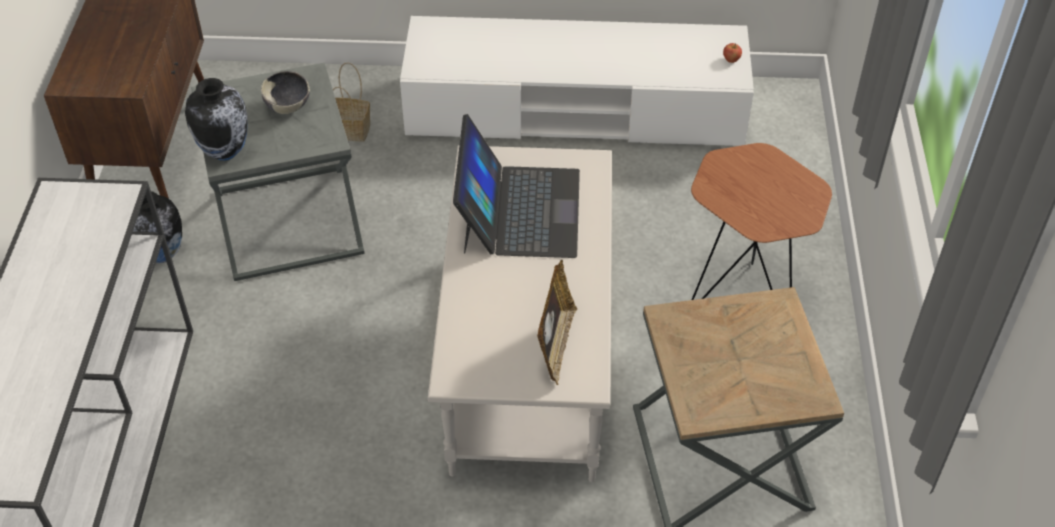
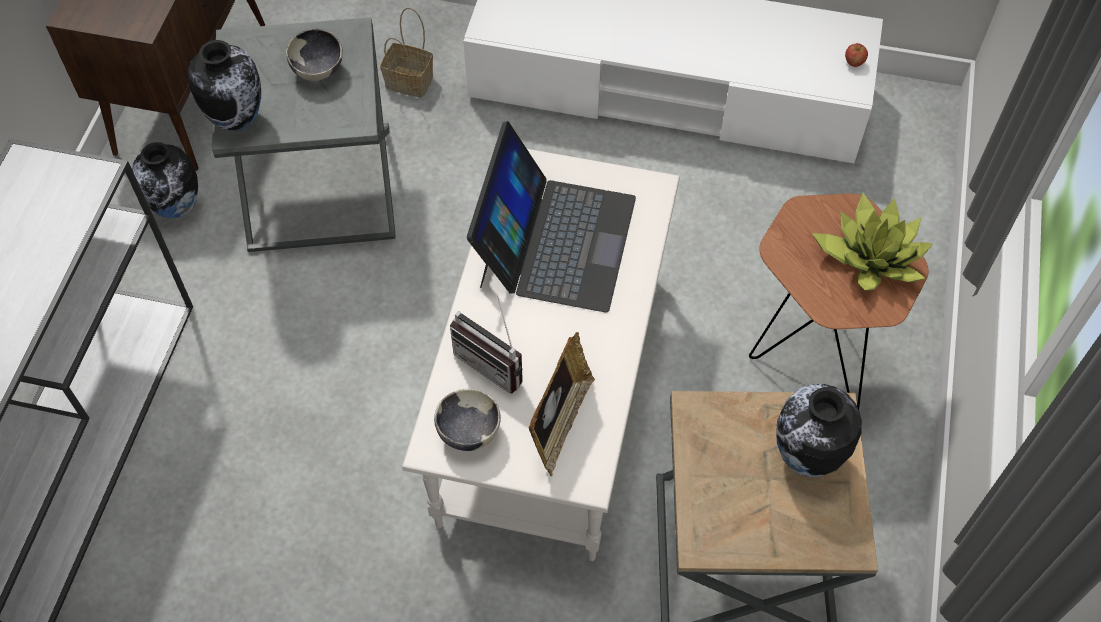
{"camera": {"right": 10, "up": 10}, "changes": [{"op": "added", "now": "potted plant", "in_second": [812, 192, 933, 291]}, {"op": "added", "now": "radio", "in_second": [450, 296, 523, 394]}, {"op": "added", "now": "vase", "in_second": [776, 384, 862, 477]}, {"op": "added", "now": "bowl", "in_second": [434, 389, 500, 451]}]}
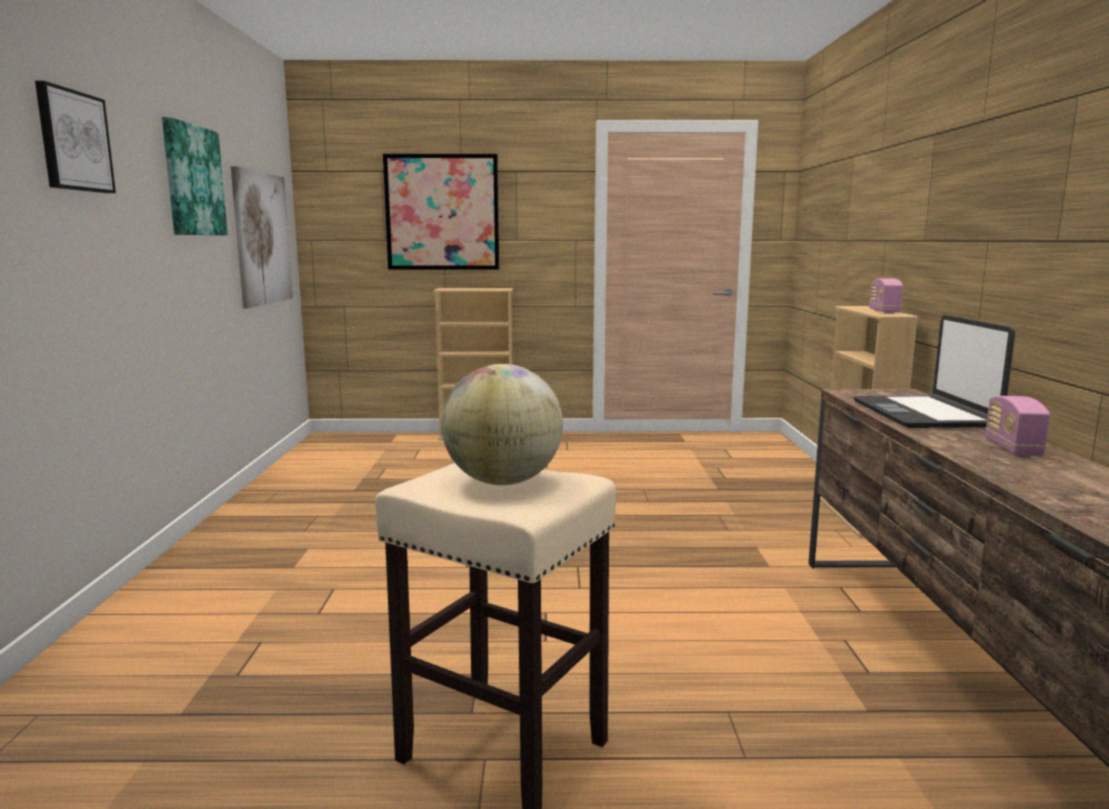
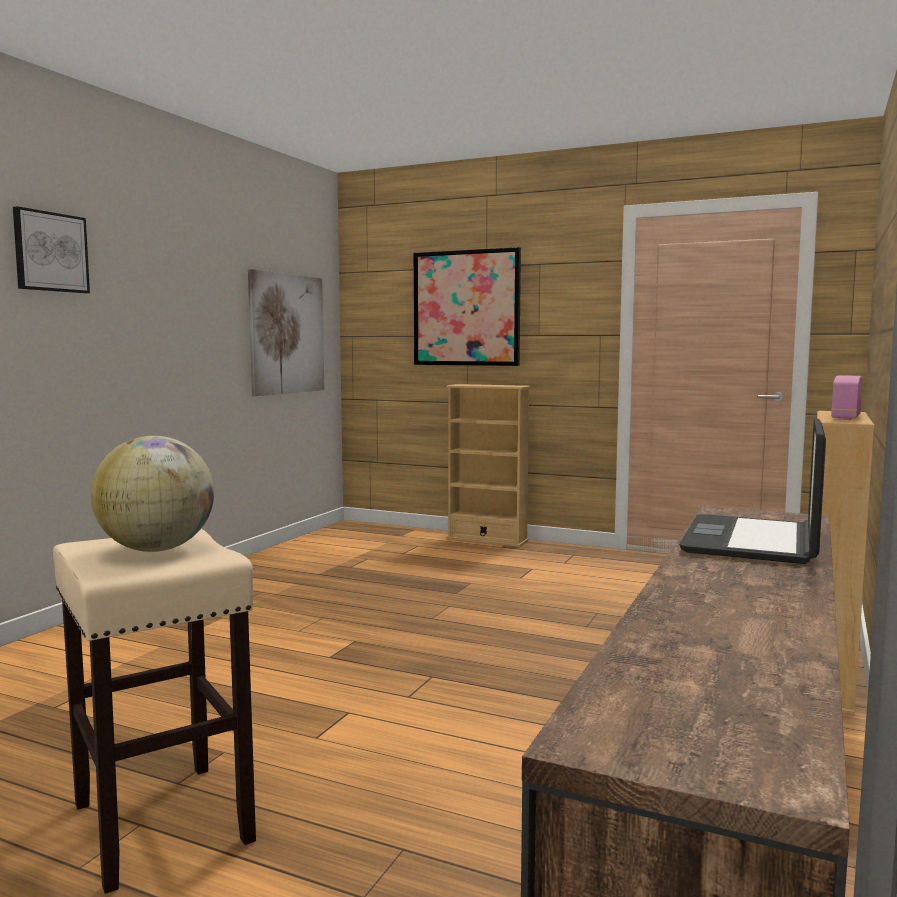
{"camera": {"right": 25, "up": -5}, "changes": [{"op": "removed", "was": "picture", "in_first": [162, 117, 228, 235]}, {"op": "removed", "was": "radio", "in_first": [985, 396, 1050, 457]}]}
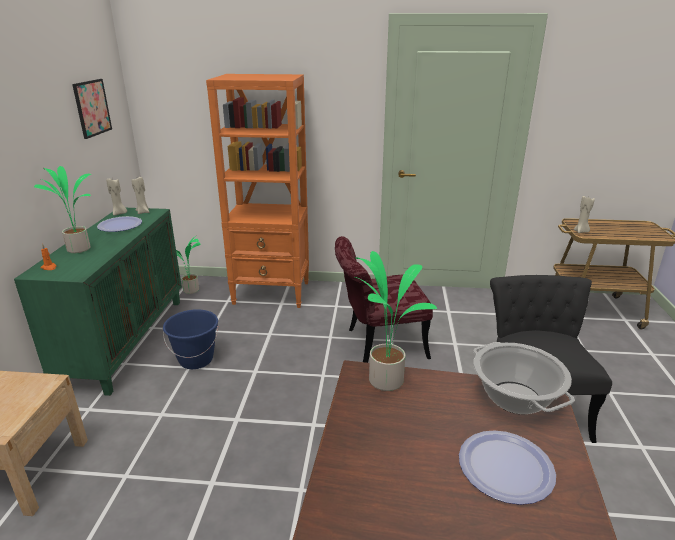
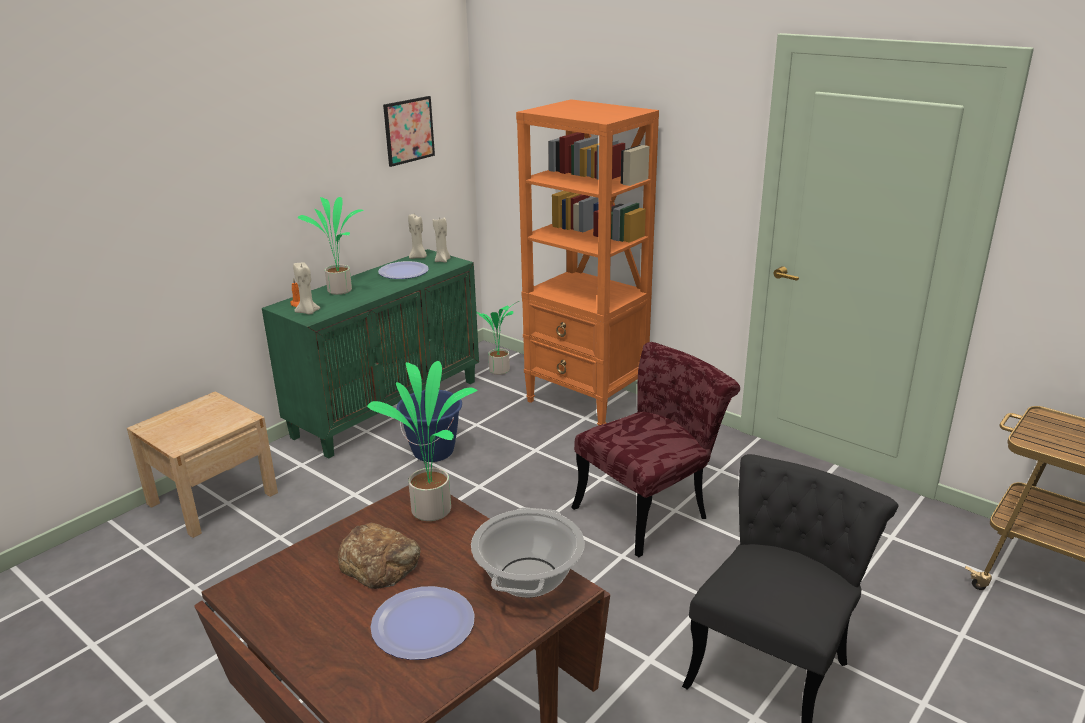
{"camera": {"right": 35, "up": 0}, "changes": [{"op": "moved", "was": "candle/beige", "in_first": [574, 196, 595, 233], "in_second": [293, 262, 320, 314]}, {"op": "turned", "was": "chair/red", "in_first": [335, 236, 433, 363], "in_second": [571, 342, 740, 557], "clockwise": 120}, {"op": "added", "now": "bread", "in_second": [338, 523, 421, 589]}]}
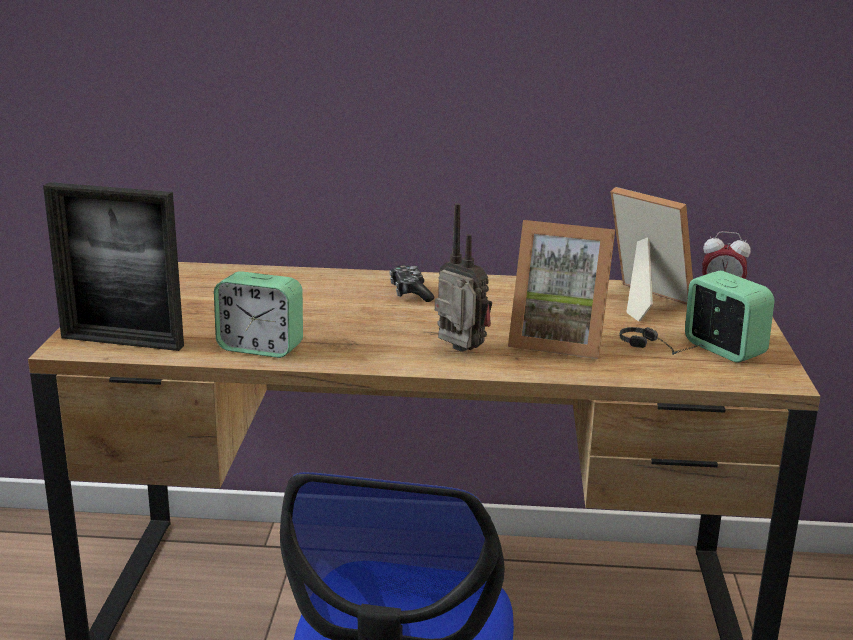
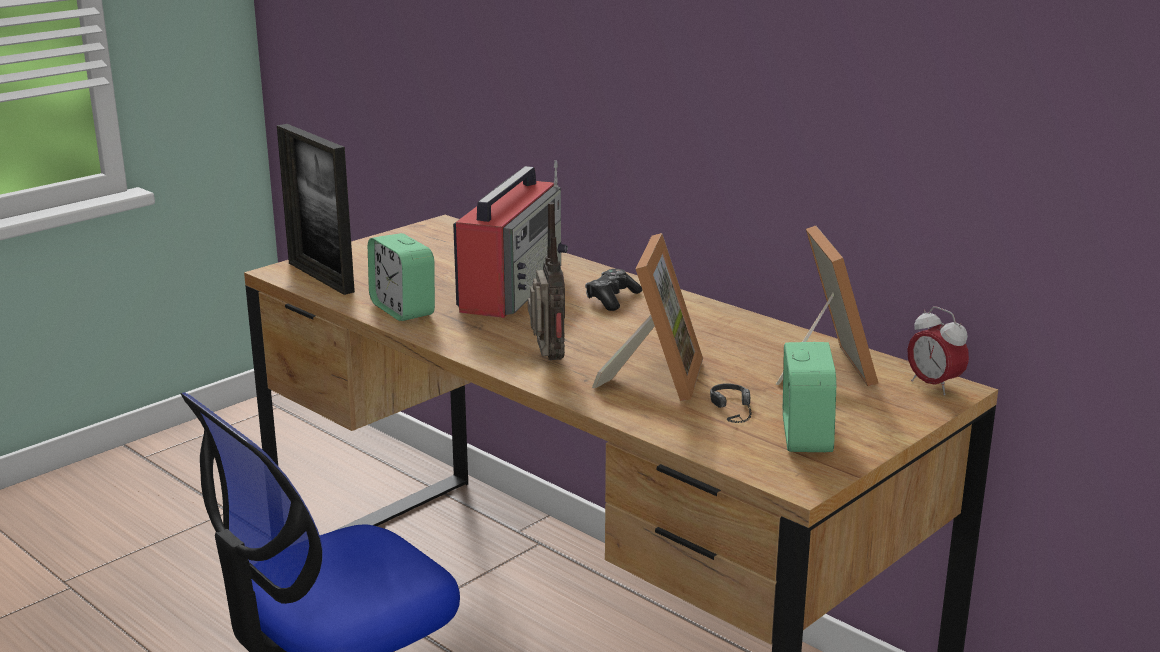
{"camera": {"right": 40, "up": 0}, "changes": [{"op": "turned", "was": "picture frame", "in_first": [508, 220, 615, 359], "in_second": [592, 233, 703, 402], "clockwise": -135}, {"op": "added", "now": "radio", "in_second": [453, 160, 568, 318]}]}
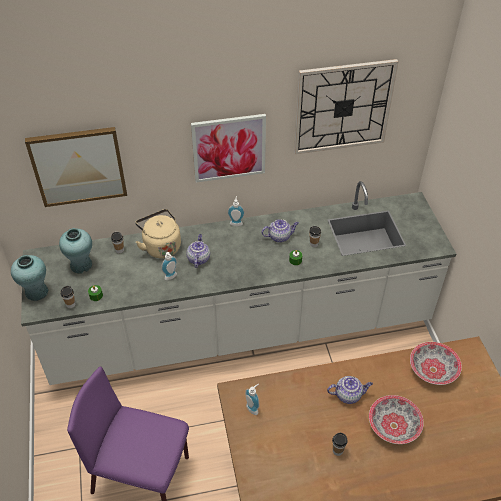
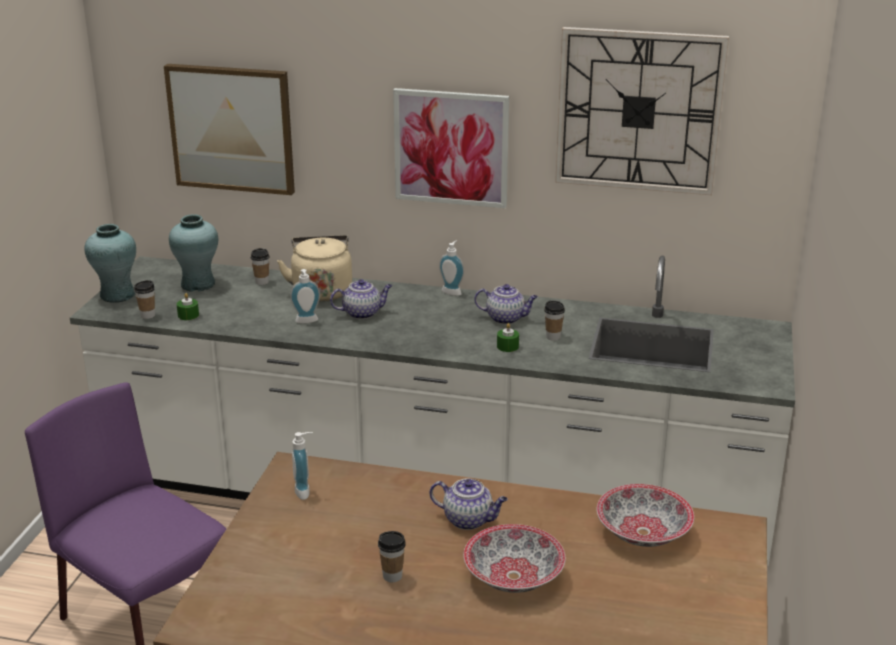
{"camera": {"right": 25, "up": -20}, "changes": [{"op": "turned", "was": "teapot", "in_first": [186, 234, 210, 268], "in_second": [330, 279, 392, 319], "clockwise": 45}]}
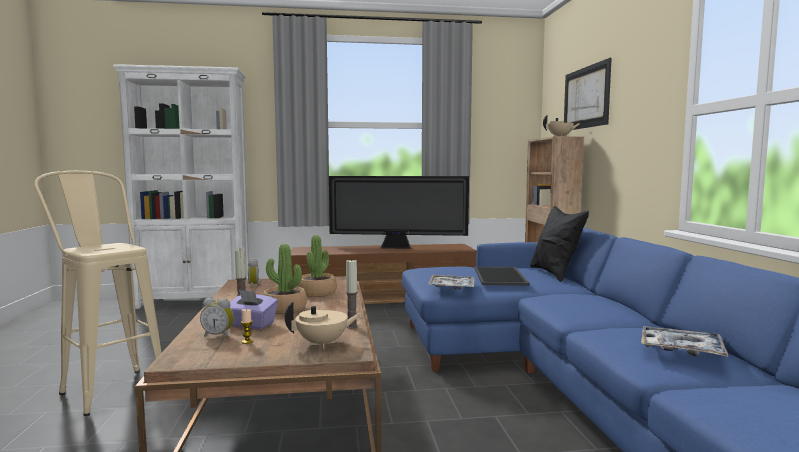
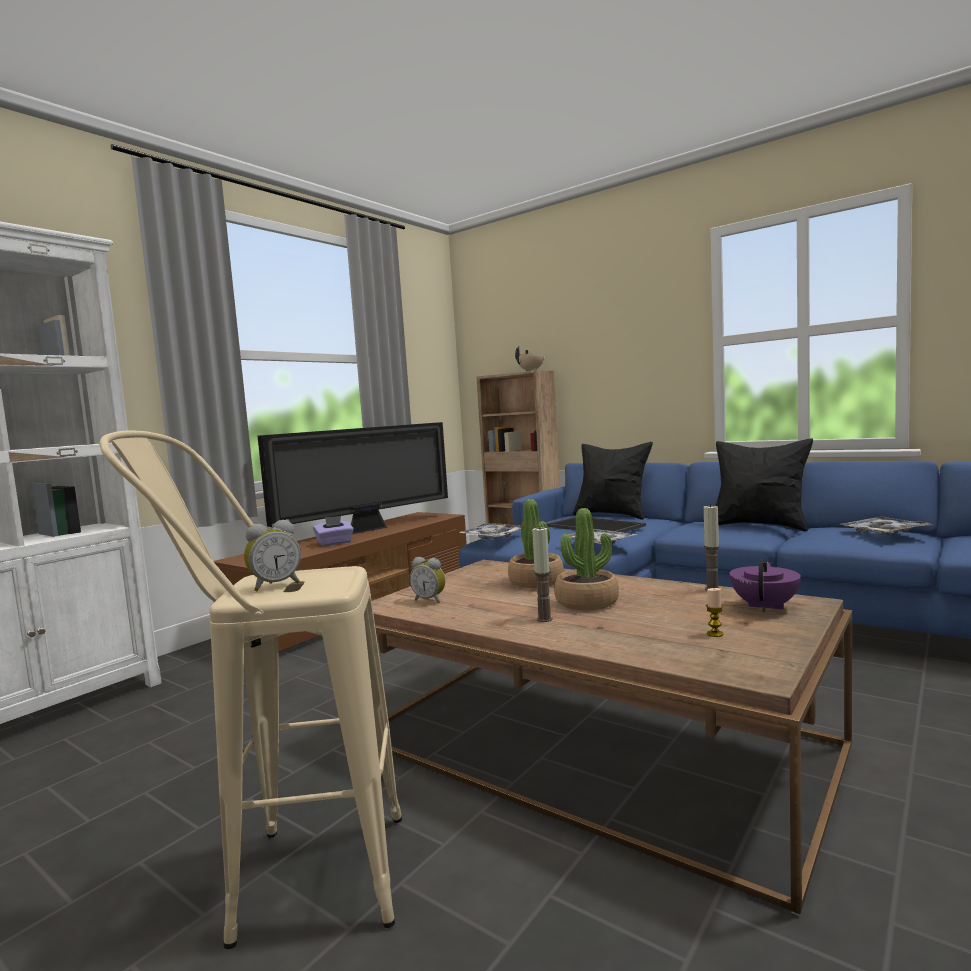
{"camera": {"right": -45, "up": 0}, "changes": [{"op": "removed", "was": "picture", "in_first": [564, 58, 612, 130]}, {"op": "moved", "was": "tissue box/purple", "in_first": [230, 290, 278, 329], "in_second": [313, 516, 354, 546]}, {"op": "moved", "was": "alarm clock", "in_first": [200, 298, 234, 338], "in_second": [244, 519, 301, 591]}, {"op": "recoloured", "was": "teapot/beige", "now": "teapot/purple", "in_first": [285, 302, 361, 349], "in_second": [730, 559, 801, 612]}, {"op": "added", "now": "pillow/black", "in_second": [716, 438, 813, 531]}, {"op": "added", "now": "tray", "in_second": [460, 523, 521, 539]}]}
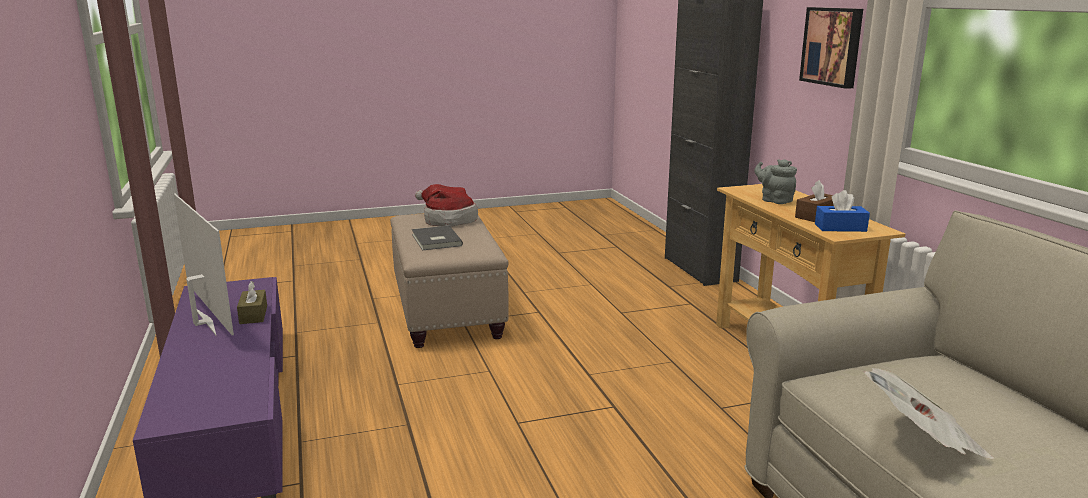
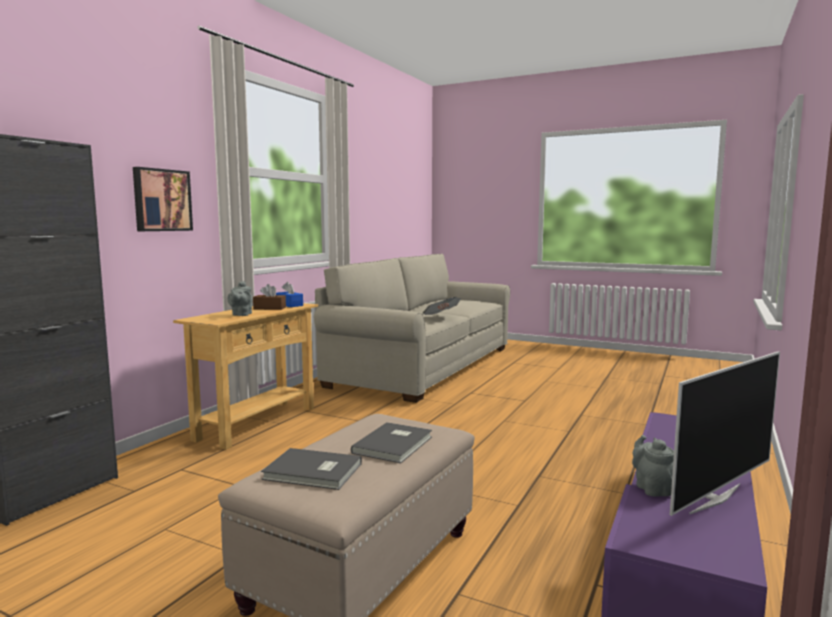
{"camera": {"right": -135, "up": -10}, "changes": [{"op": "replaced", "was": "hat", "now": "book/grey", "in_first": [415, 184, 478, 227], "in_second": [261, 448, 362, 490]}, {"op": "turned", "was": "television", "in_first": [174, 193, 234, 337], "in_second": [670, 351, 780, 516], "clockwise": -135}, {"op": "replaced", "was": "tissue box/brown", "now": "teapot/grey", "in_first": [237, 281, 267, 324], "in_second": [632, 435, 674, 497]}]}
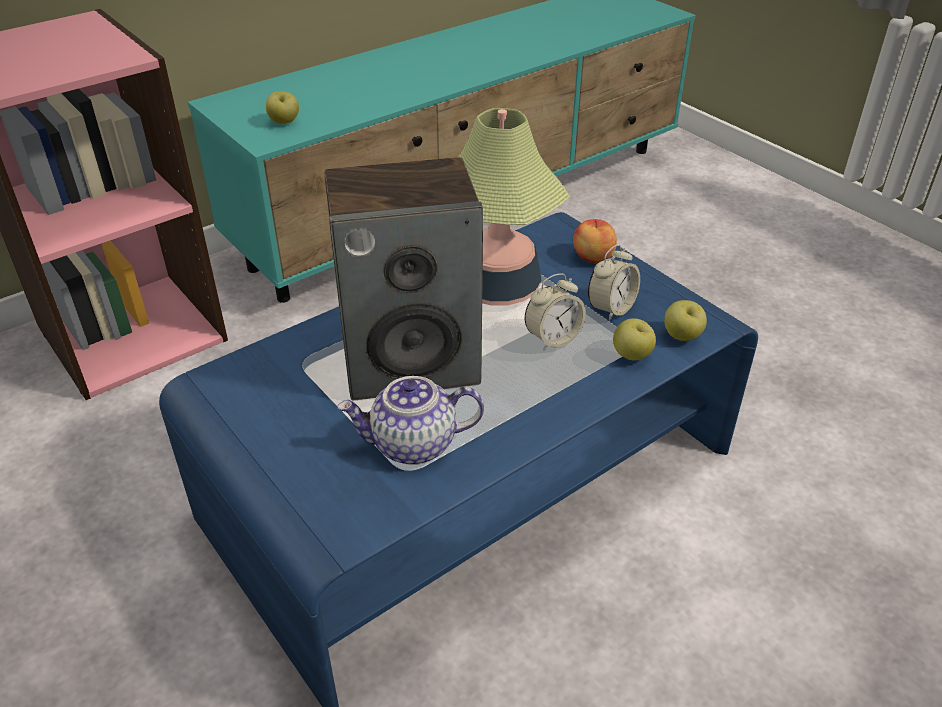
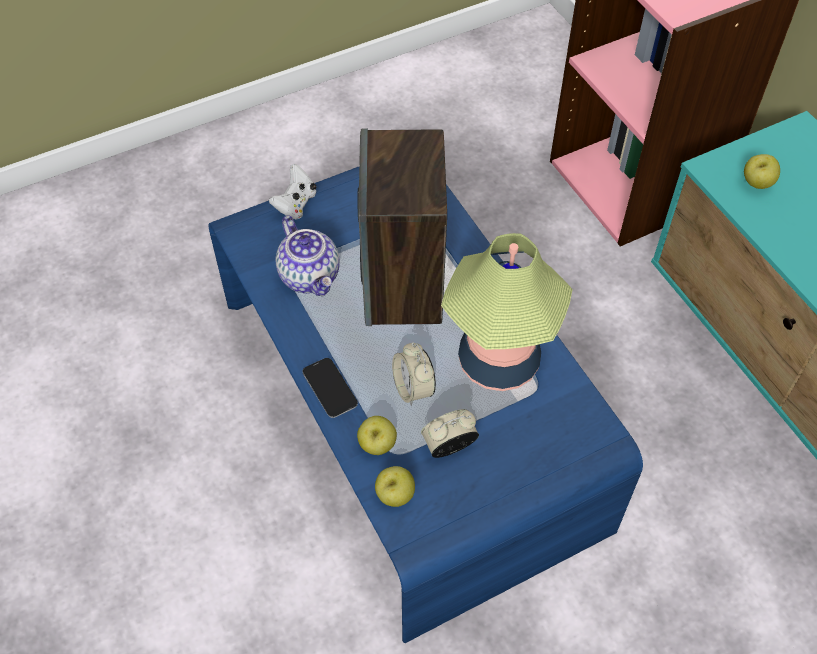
{"camera": {"right": 100, "up": 15}, "changes": [{"op": "removed", "was": "apple", "in_first": [573, 219, 617, 264]}, {"op": "turned", "was": "alarm clock", "in_first": [588, 244, 640, 321], "in_second": [421, 409, 479, 458], "clockwise": 105}, {"op": "turned", "was": "teapot", "in_first": [337, 376, 484, 465], "in_second": [276, 215, 340, 296], "clockwise": 150}, {"op": "added", "now": "game controller/white", "in_second": [269, 164, 316, 220]}, {"op": "added", "now": "phone", "in_second": [303, 358, 358, 418]}]}
